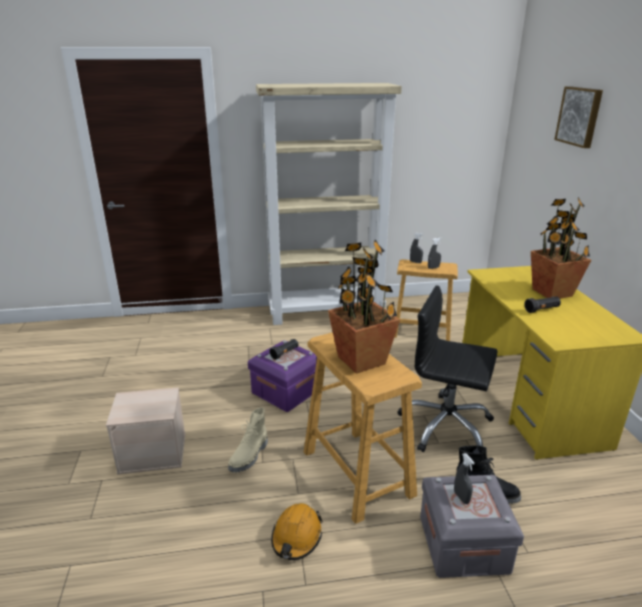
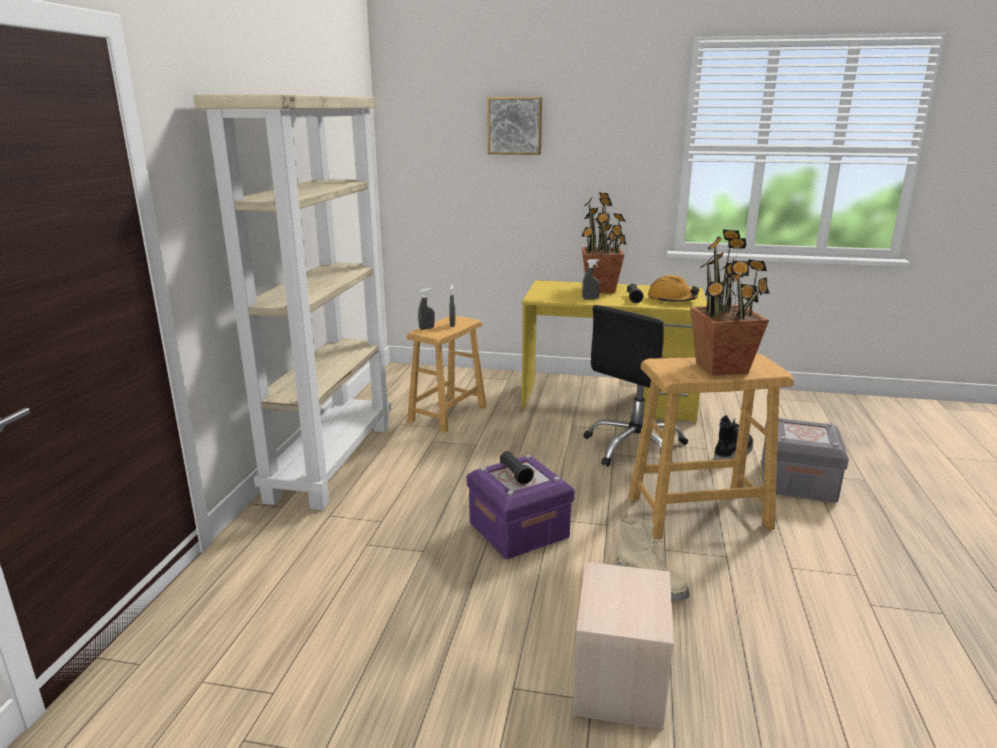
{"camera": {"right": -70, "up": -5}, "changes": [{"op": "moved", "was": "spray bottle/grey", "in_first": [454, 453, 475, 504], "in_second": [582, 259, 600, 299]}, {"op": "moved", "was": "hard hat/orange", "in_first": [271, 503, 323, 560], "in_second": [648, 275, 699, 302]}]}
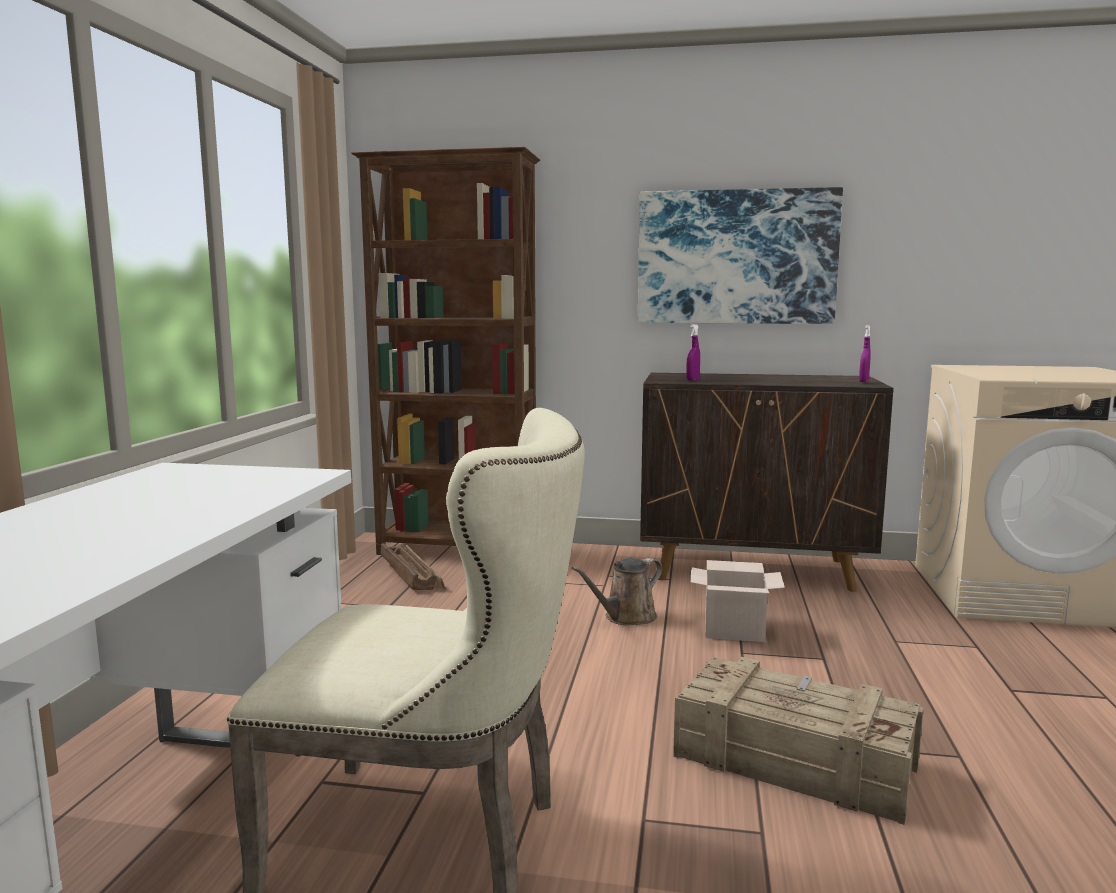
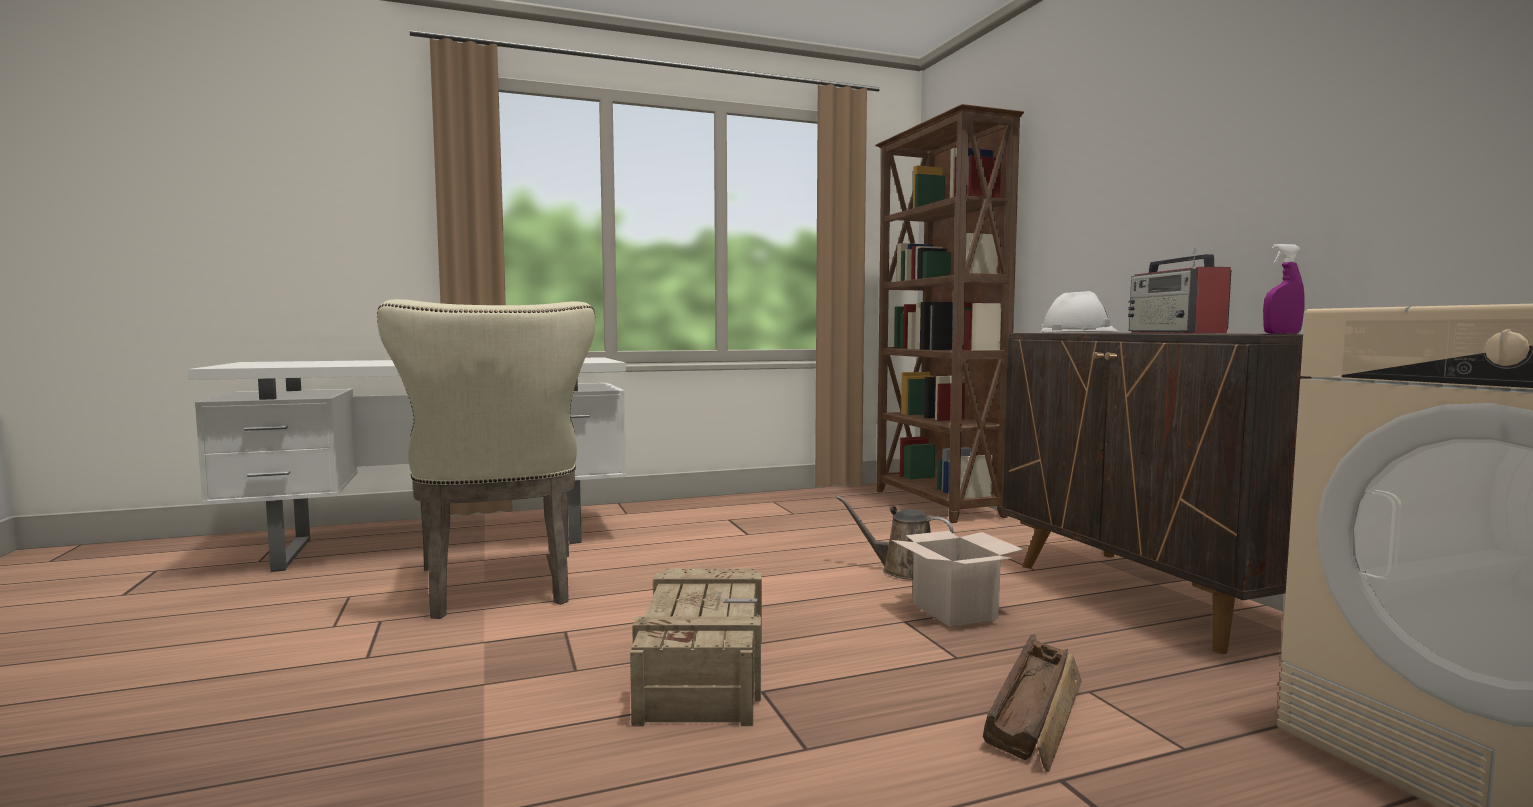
{"camera": {"right": 60, "up": -5}, "changes": [{"op": "removed", "was": "picture", "in_first": [638, 187, 843, 324]}, {"op": "replaced", "was": "spray bottle/purple", "now": "hard hat/white", "in_first": [686, 324, 700, 380], "in_second": [1040, 291, 1118, 333]}, {"op": "moved", "was": "crate", "in_first": [381, 543, 445, 590], "in_second": [983, 634, 1082, 772]}, {"op": "added", "now": "radio", "in_second": [1128, 248, 1231, 333]}]}
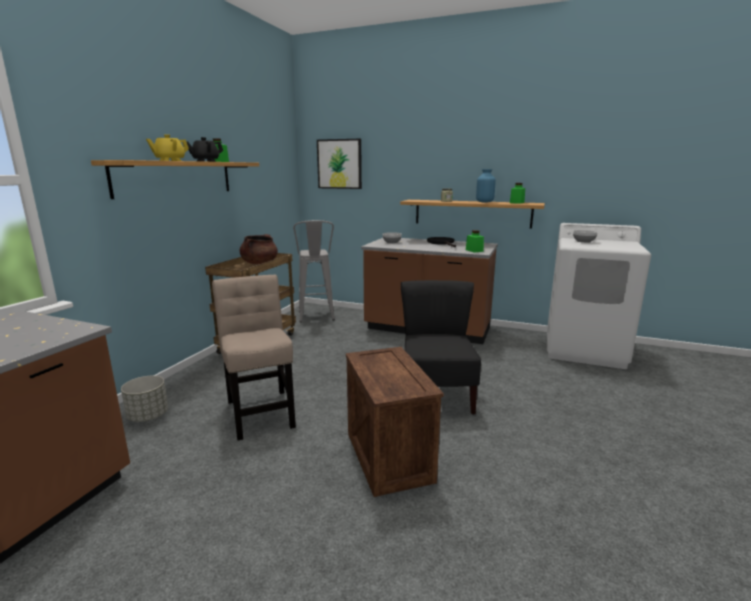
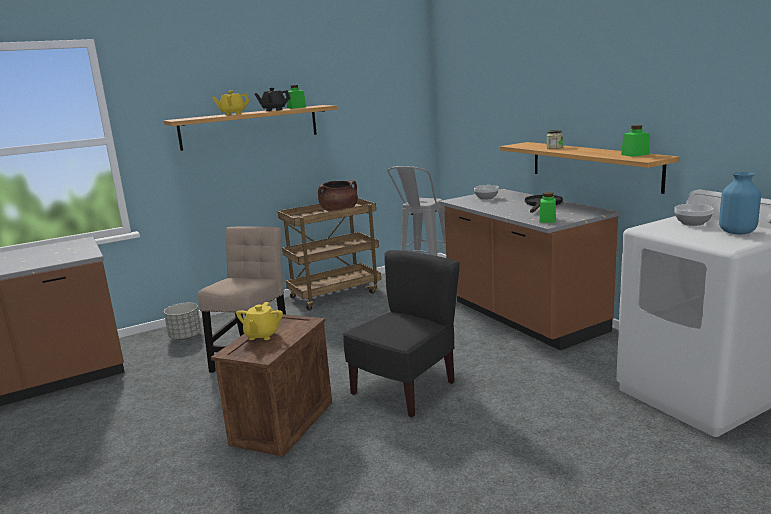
{"camera": {"right": 40, "up": 0}, "changes": [{"op": "removed", "was": "picture", "in_first": [317, 139, 362, 189]}, {"op": "moved", "was": "vase/blue", "in_first": [476, 169, 496, 202], "in_second": [719, 172, 761, 234]}, {"op": "added", "now": "teapot/yellow", "in_second": [236, 302, 283, 340]}]}
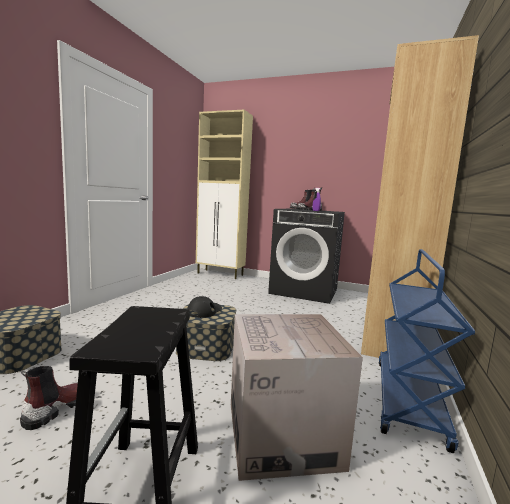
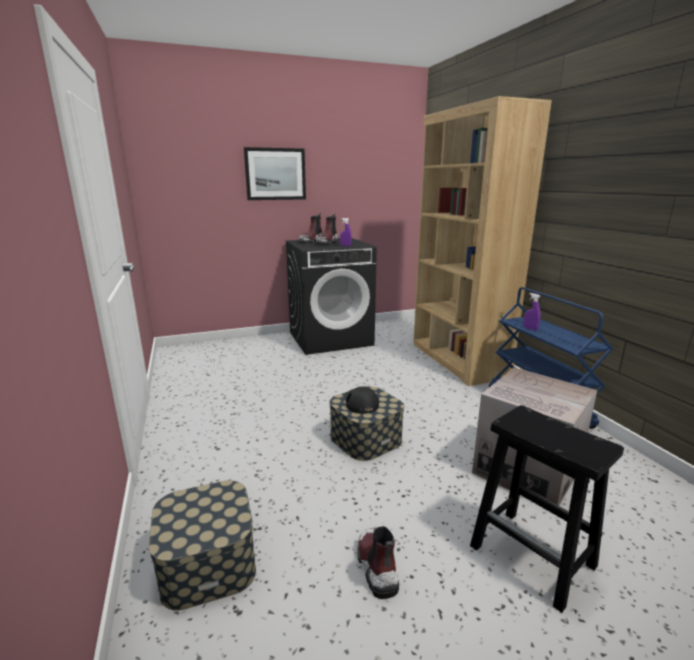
{"camera": {"right": -40, "up": 10}, "changes": [{"op": "removed", "was": "cabinet/beige", "in_first": [196, 110, 253, 279]}, {"op": "added", "now": "picture", "in_second": [244, 147, 306, 200]}, {"op": "added", "now": "spray bottle/purple", "in_second": [524, 293, 541, 331]}]}
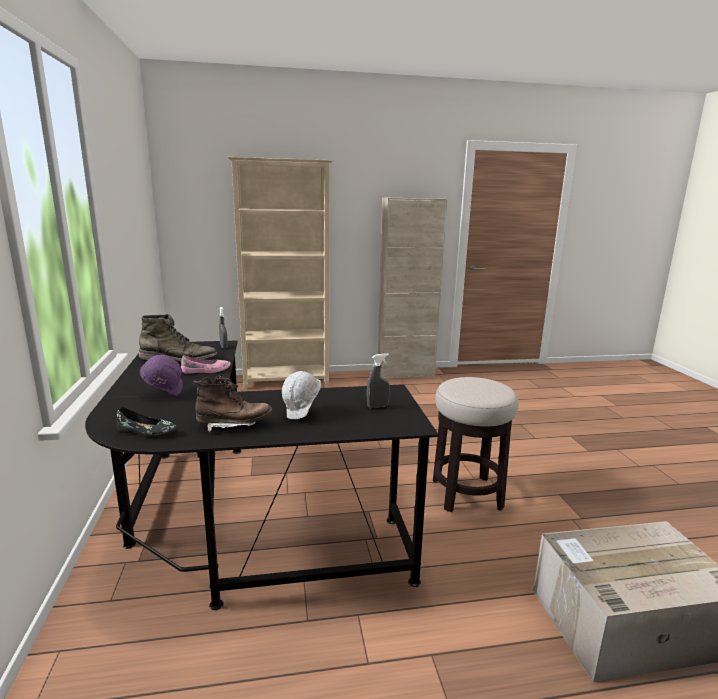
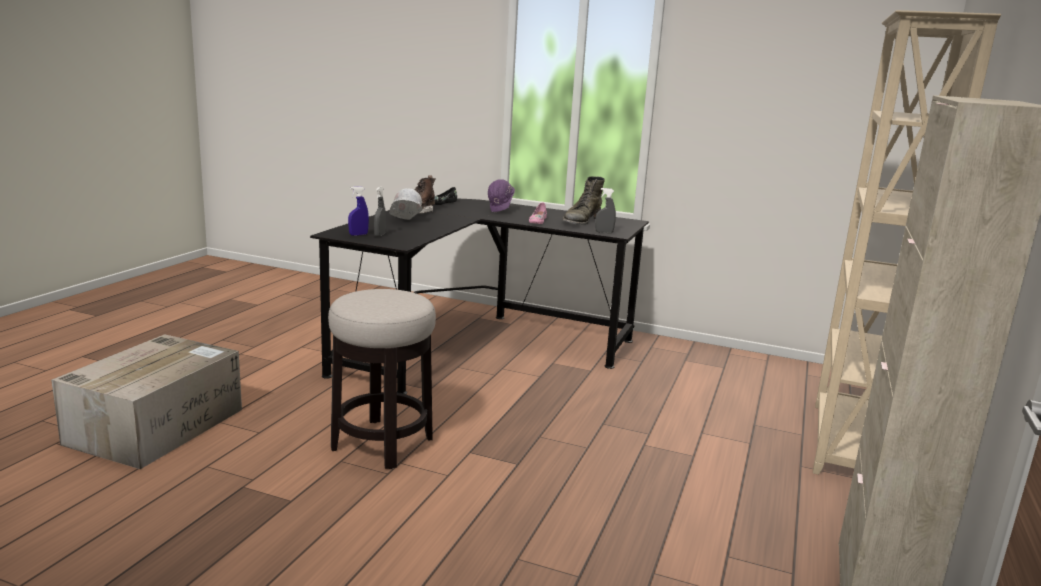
{"camera": {"right": 120, "up": 0}, "changes": [{"op": "added", "now": "spray bottle/blue", "in_second": [348, 186, 369, 236]}]}
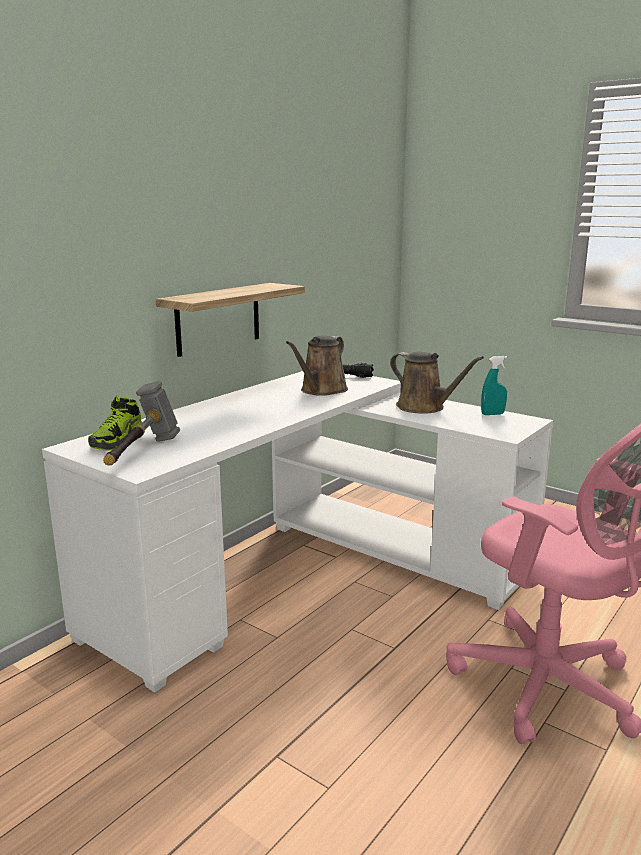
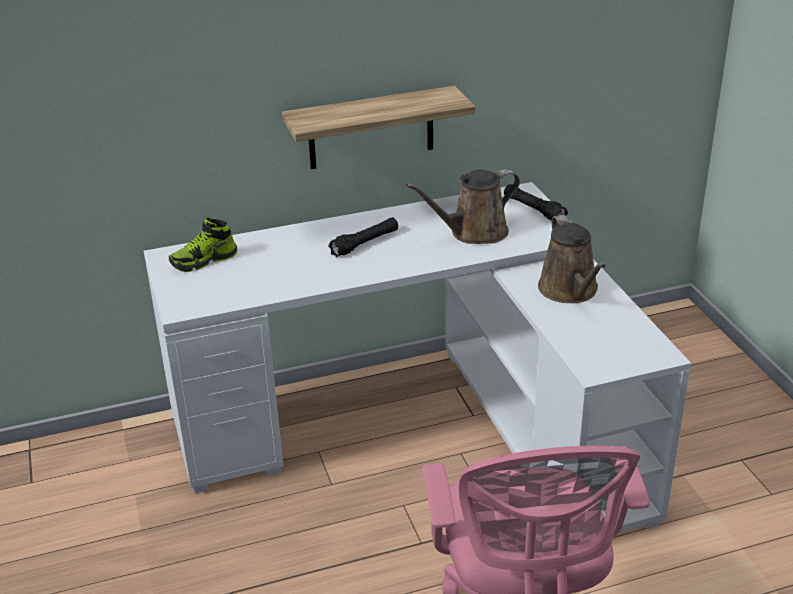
{"camera": {"right": 35, "up": 15}, "changes": [{"op": "removed", "was": "spray bottle/turquoise", "in_first": [481, 356, 507, 415]}, {"op": "removed", "was": "hammer", "in_first": [103, 381, 180, 466]}, {"op": "added", "now": "flashlight/black", "in_second": [328, 217, 398, 257]}]}
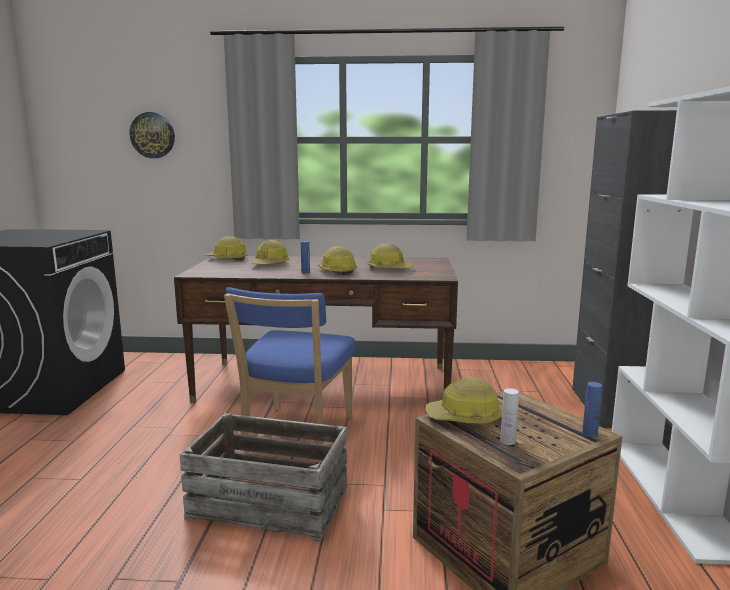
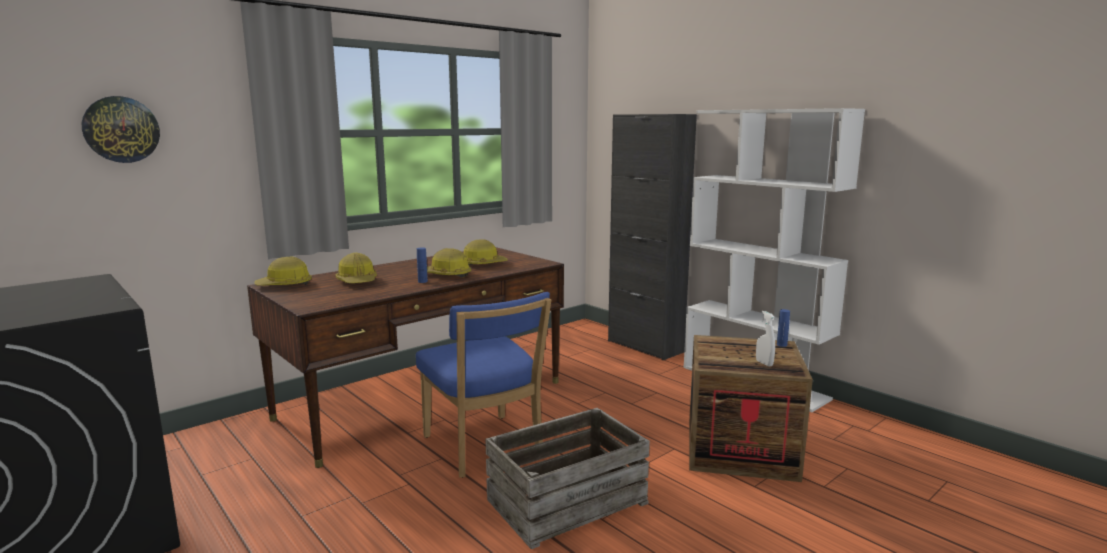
{"camera": {"right": -45, "up": 0}, "changes": [{"op": "removed", "was": "hard hat", "in_first": [426, 378, 502, 423]}, {"op": "replaced", "was": "bottle/white", "now": "spray bottle/white", "in_first": [500, 388, 519, 445], "in_second": [756, 311, 775, 367]}]}
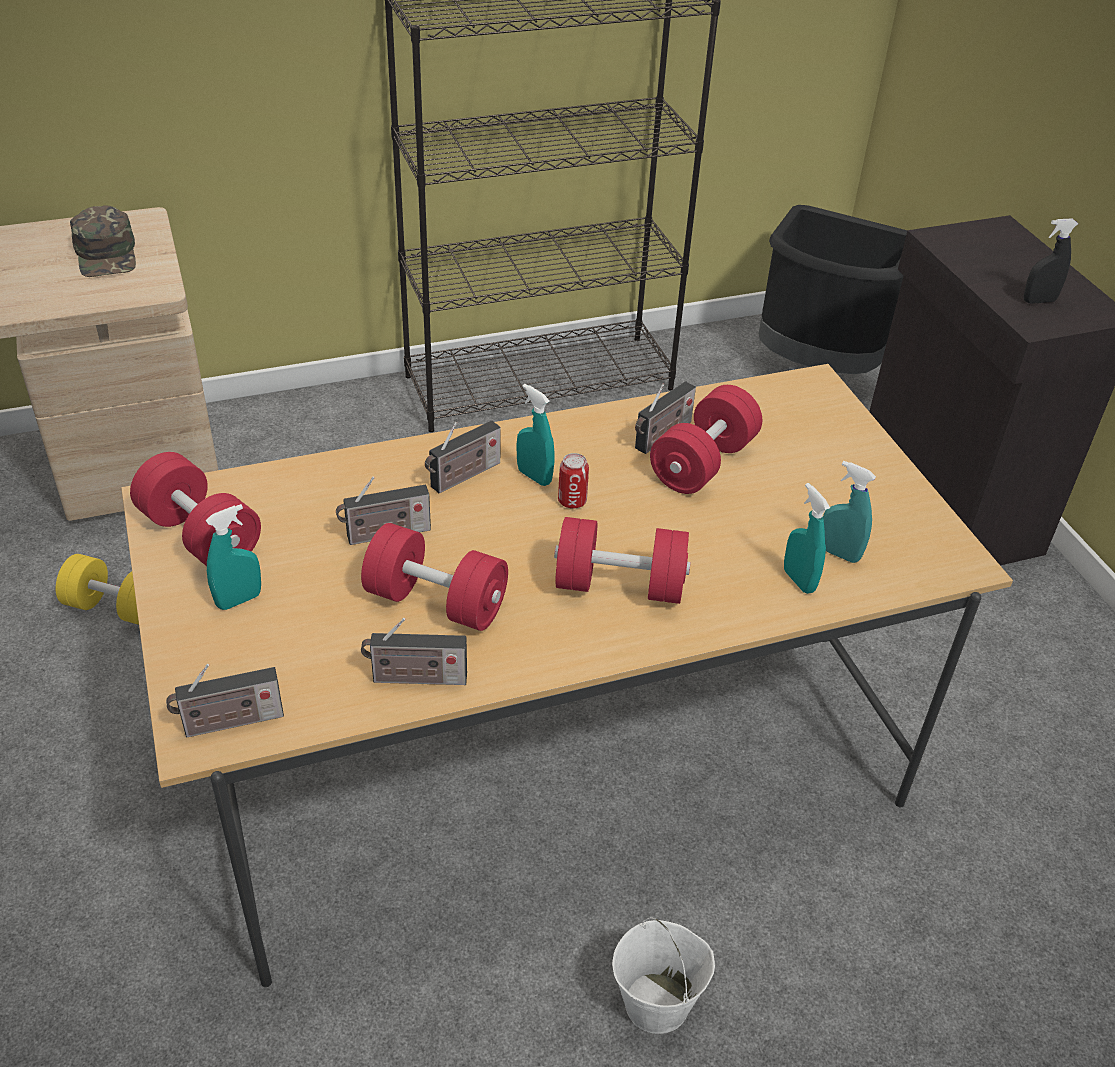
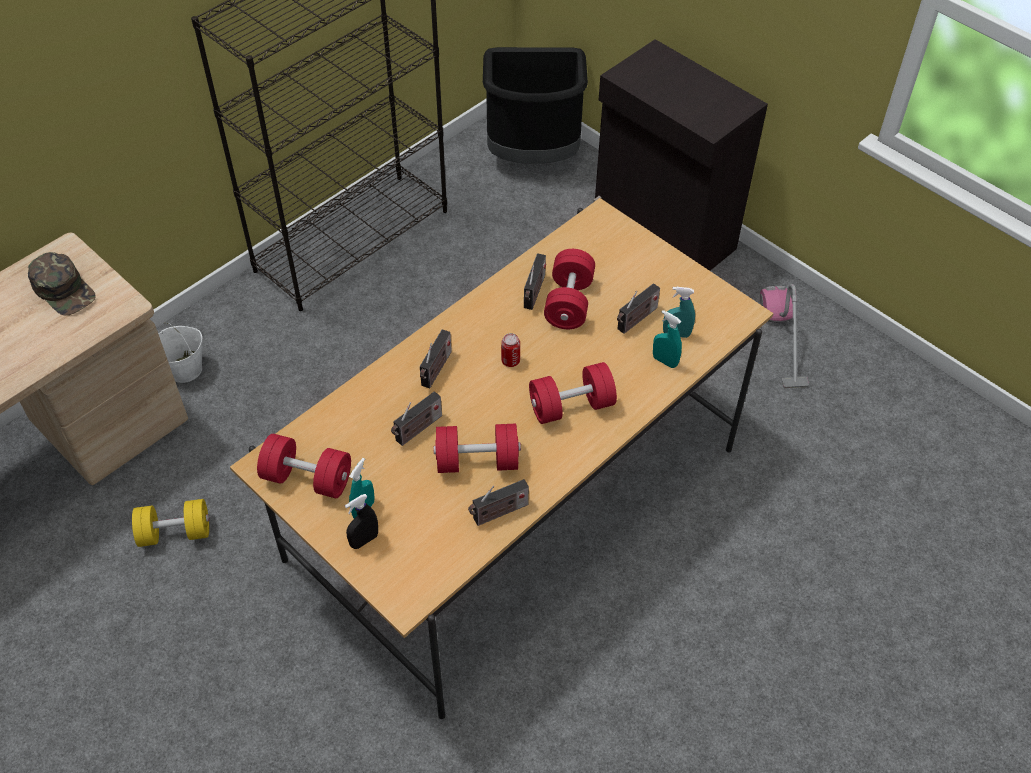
{"camera": {"right": -25, "up": 10}, "changes": [{"op": "moved", "was": "spray bottle/black", "in_first": [1023, 218, 1078, 304], "in_second": [345, 494, 378, 549]}, {"op": "removed", "was": "spray bottle/turquoise", "in_first": [517, 384, 554, 486]}, {"op": "moved", "was": "radio", "in_first": [166, 664, 284, 737], "in_second": [617, 283, 660, 334]}, {"op": "moved", "was": "bucket/white", "in_first": [612, 917, 715, 1034], "in_second": [158, 323, 202, 383]}, {"op": "added", "now": "vacuum cleaner", "in_second": [760, 284, 809, 388]}]}
